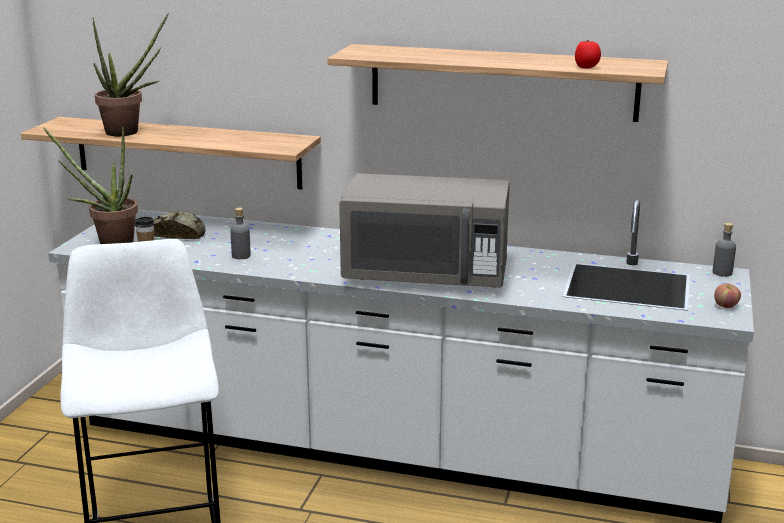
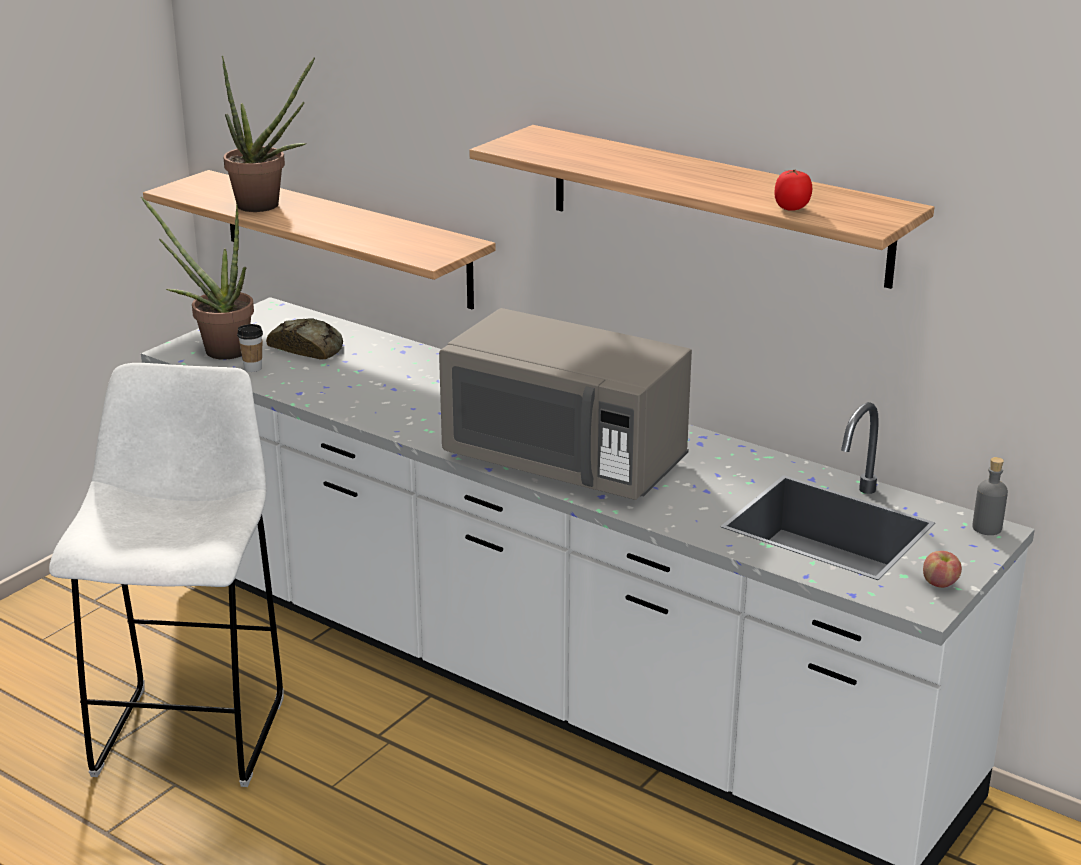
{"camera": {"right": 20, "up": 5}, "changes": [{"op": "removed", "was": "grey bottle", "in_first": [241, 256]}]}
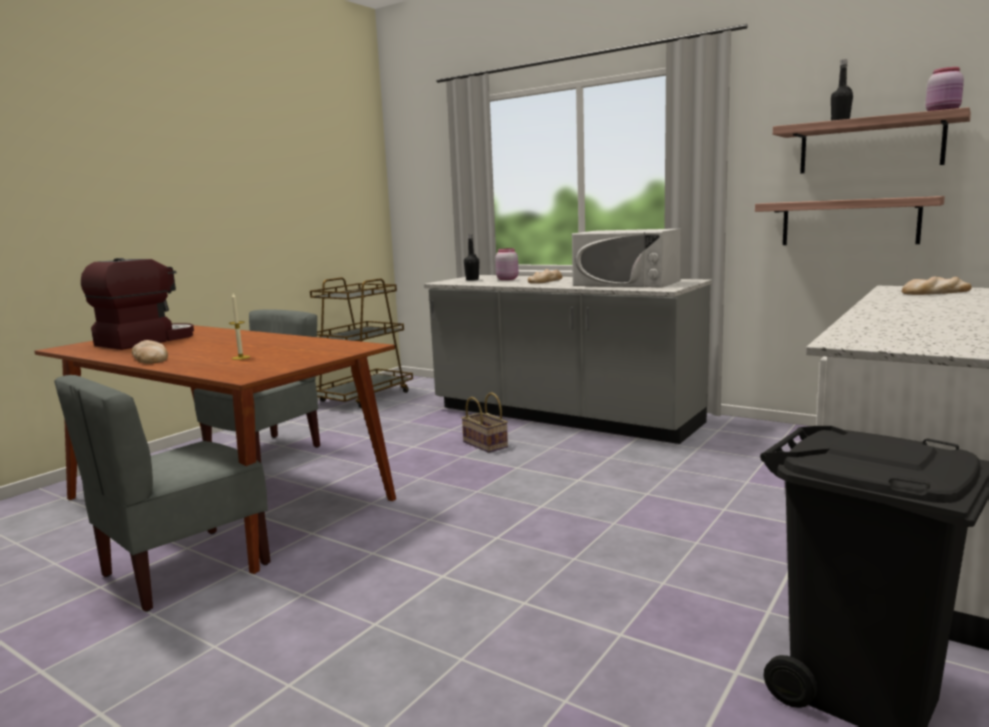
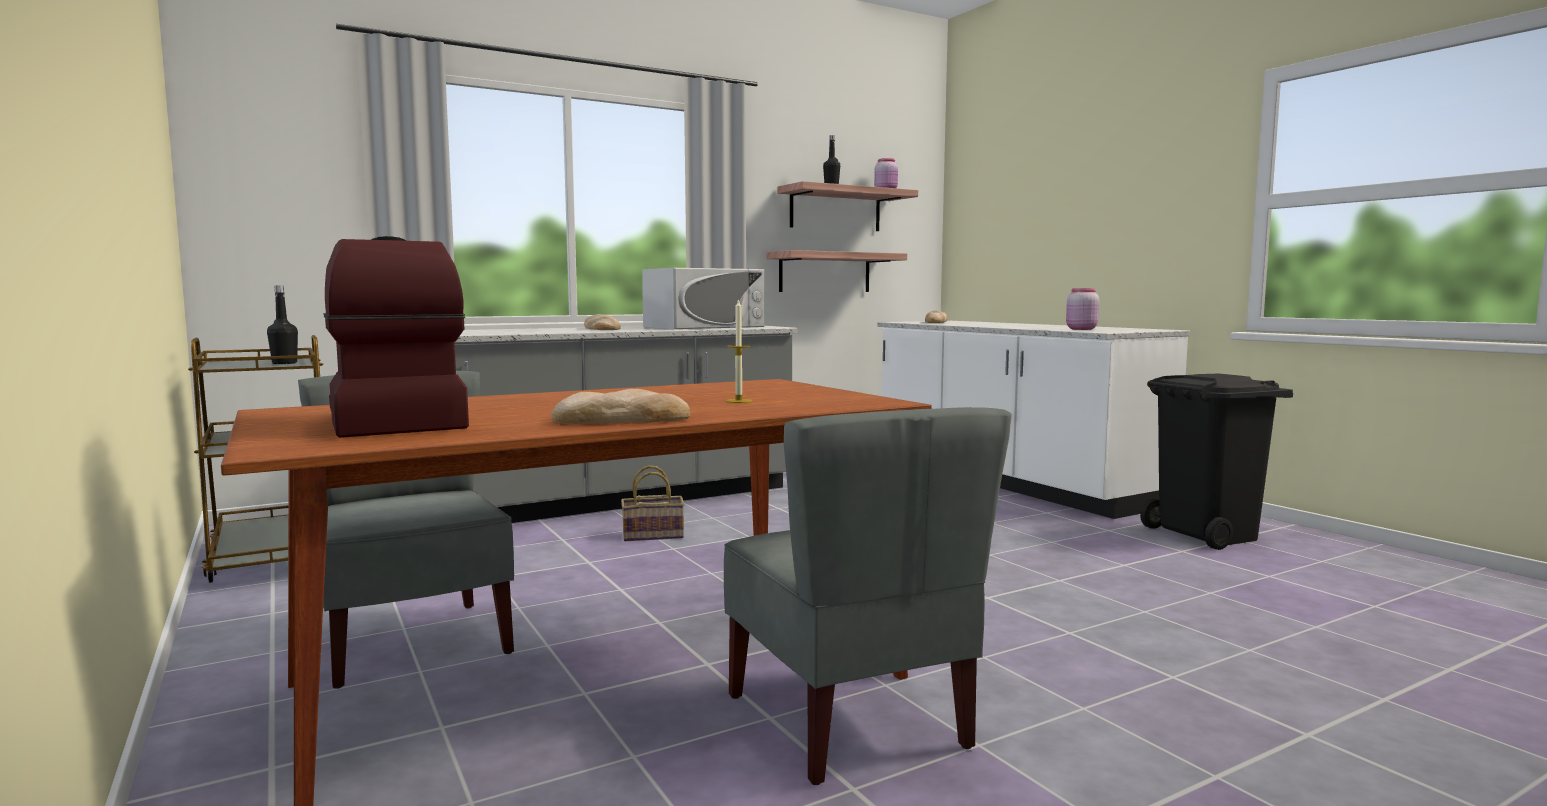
{"camera": {"right": -65, "up": -5}, "changes": [{"op": "moved", "was": "black bottle", "in_first": [472, 280], "in_second": [284, 363]}, {"op": "moved", "was": "pink jar", "in_first": [507, 279], "in_second": [1080, 329]}]}
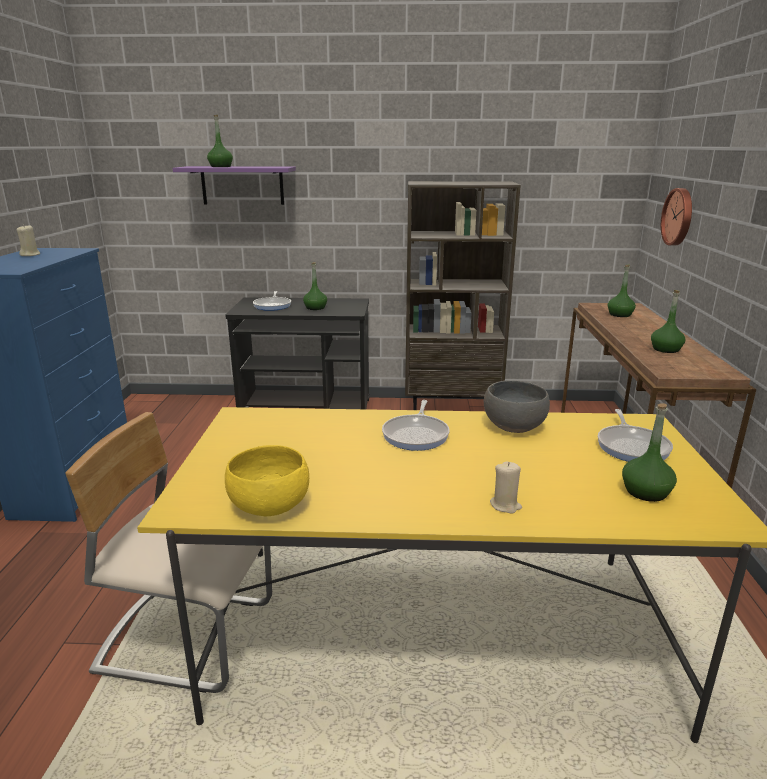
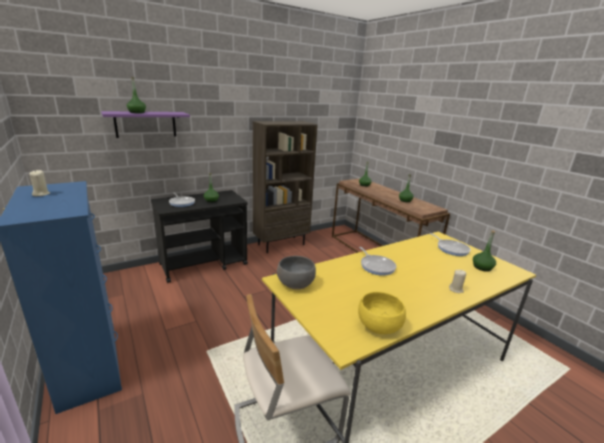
{"camera": {"right": -35, "up": 0}, "changes": [{"op": "removed", "was": "wall clock", "in_first": [679, 217]}, {"op": "moved", "was": "grey bowl", "in_first": [513, 426], "in_second": [295, 284]}]}
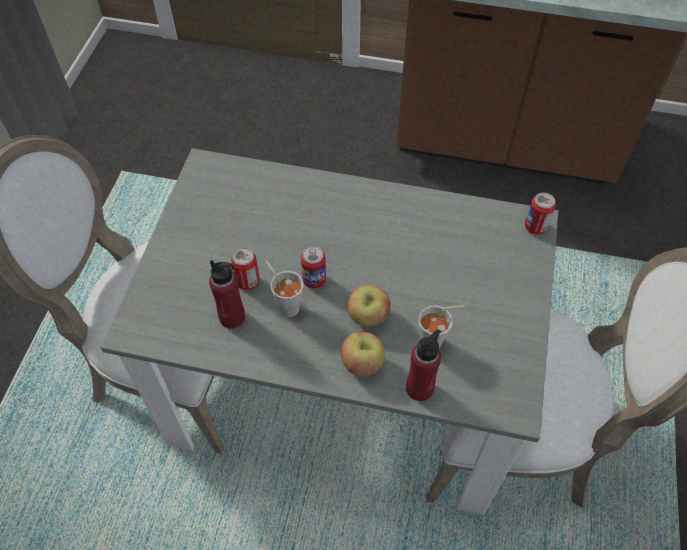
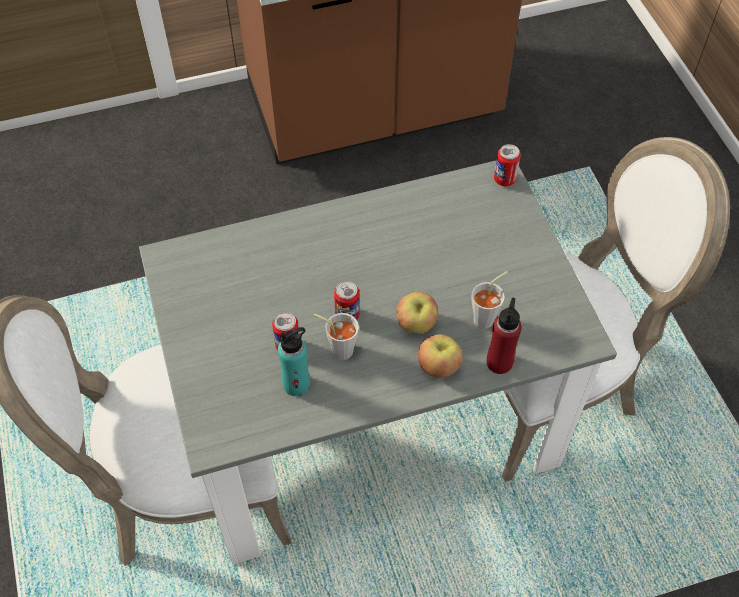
{"camera": {"right": -30, "up": 0}, "changes": [{"op": "recoloured", "was": "red bottle", "now": "turquoise bottle", "in_first": [232, 317], "in_second": [296, 384]}]}
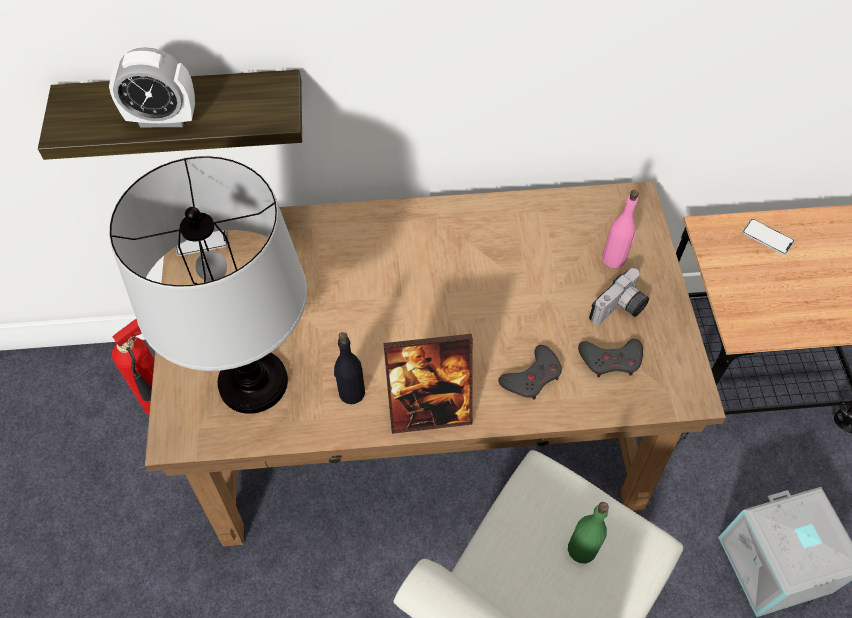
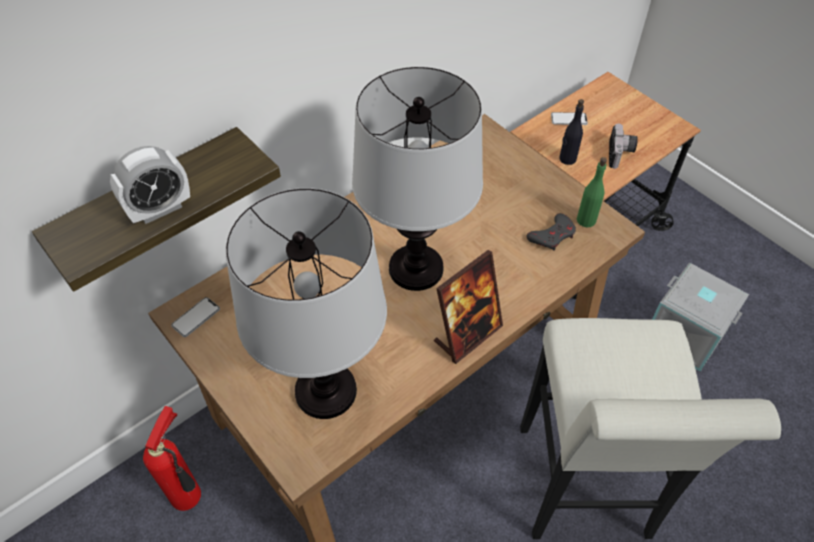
{"camera": {"right": -35, "up": -5}, "changes": [{"op": "removed", "was": "grey game controller", "in_first": [532, 376]}, {"op": "removed", "was": "pink bottle", "in_first": [614, 259]}, {"op": "added", "now": "table lamp", "in_second": [415, 268]}, {"op": "moved", "was": "black bottle", "in_first": [351, 392], "in_second": [567, 159]}, {"op": "moved", "was": "green bottle", "in_first": [582, 549], "in_second": [586, 220]}, {"op": "moved", "was": "photo camera", "in_first": [619, 310], "in_second": [620, 154]}]}
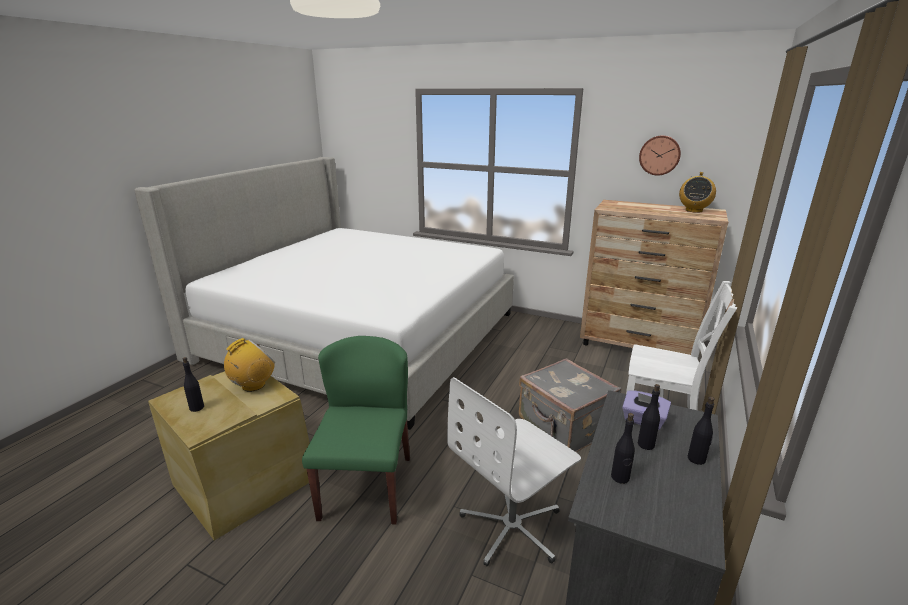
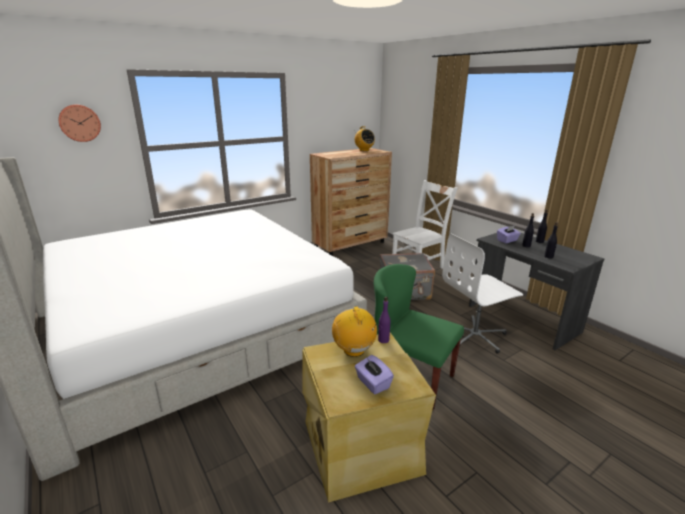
{"camera": {"right": -60, "up": 0}, "changes": [{"op": "added", "now": "purple bottle", "in_second": [383, 340]}, {"op": "moved", "was": "wall clock", "in_first": [659, 155], "in_second": [79, 123]}, {"op": "replaced", "was": "black bottle", "now": "purple tissue box", "in_first": [196, 408], "in_second": [372, 383]}, {"op": "turned", "was": "white office chair", "in_first": [512, 527], "in_second": [475, 336], "clockwise": 75}]}
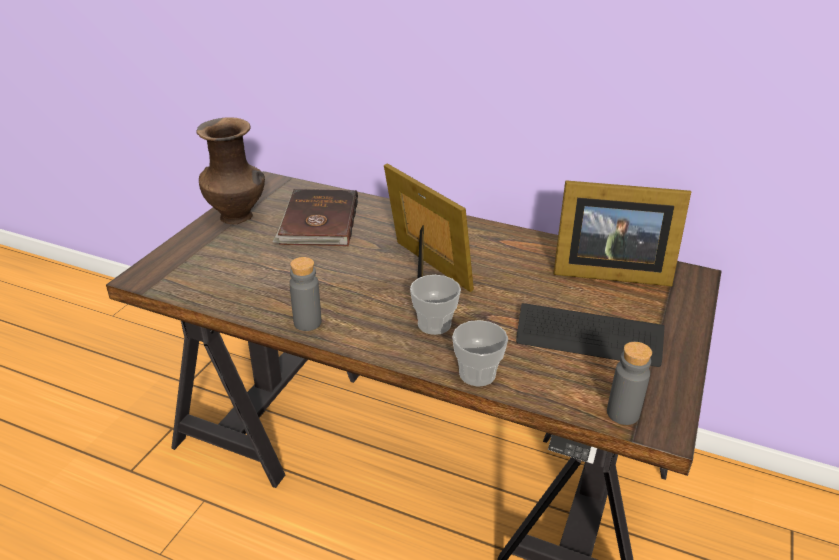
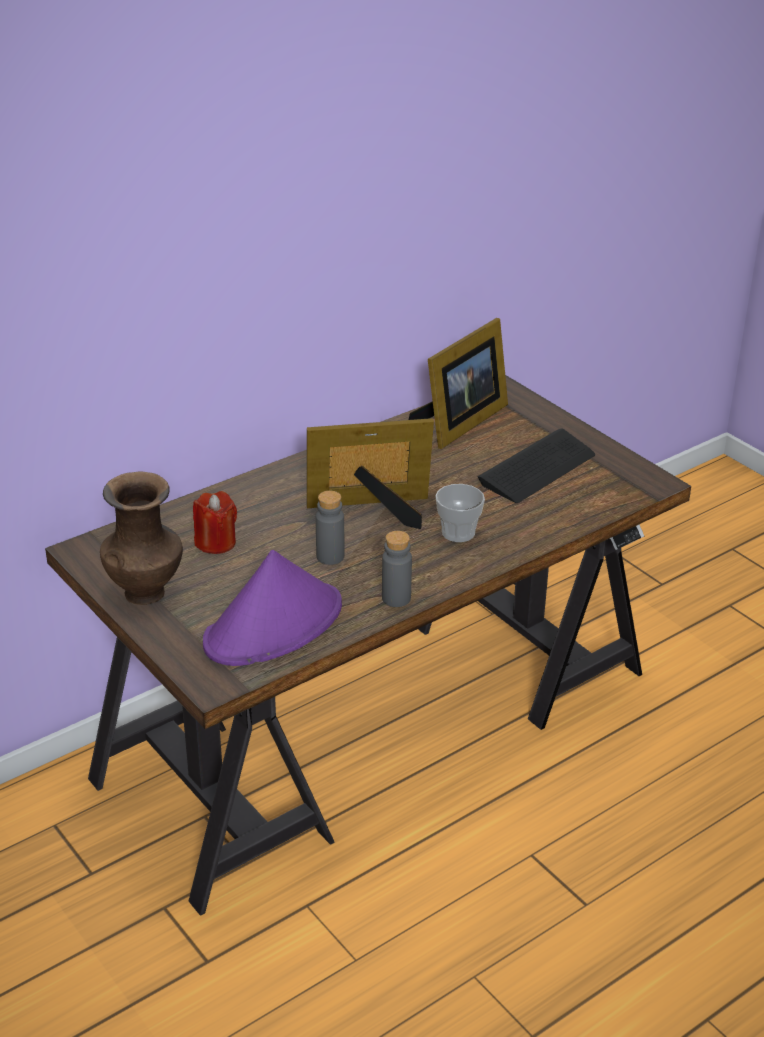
{"camera": {"right": -60, "up": 0}, "changes": [{"op": "removed", "was": "cup", "in_first": [477, 374]}, {"op": "added", "now": "purple hat", "in_second": [274, 625]}, {"op": "moved", "was": "grey bottle", "in_first": [622, 413], "in_second": [330, 556]}, {"op": "replaced", "was": "brown book", "now": "red candle", "in_first": [318, 222], "in_second": [215, 542]}]}
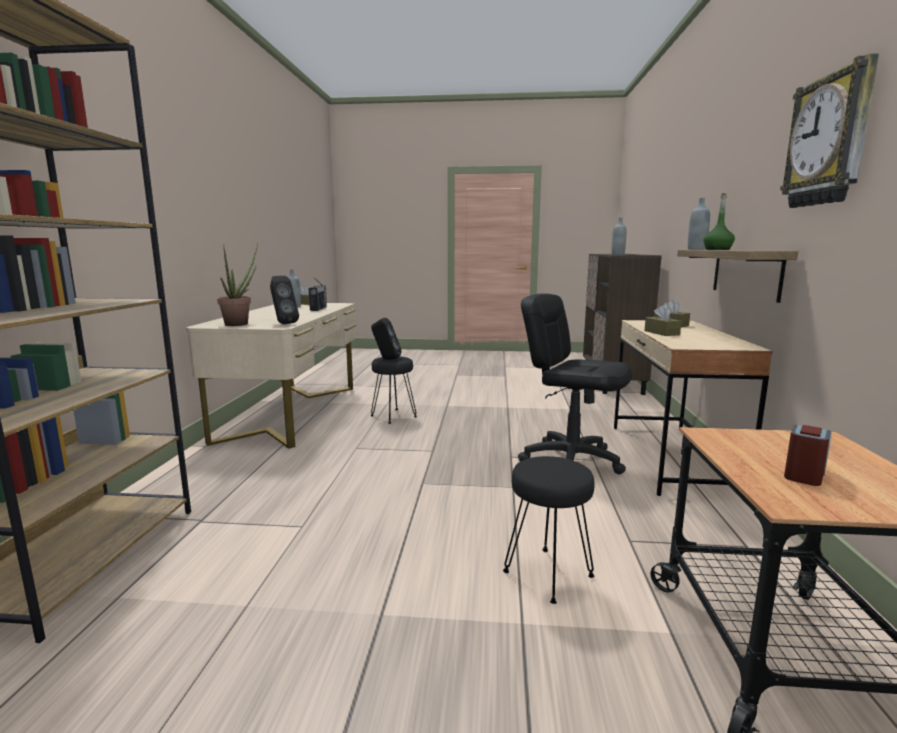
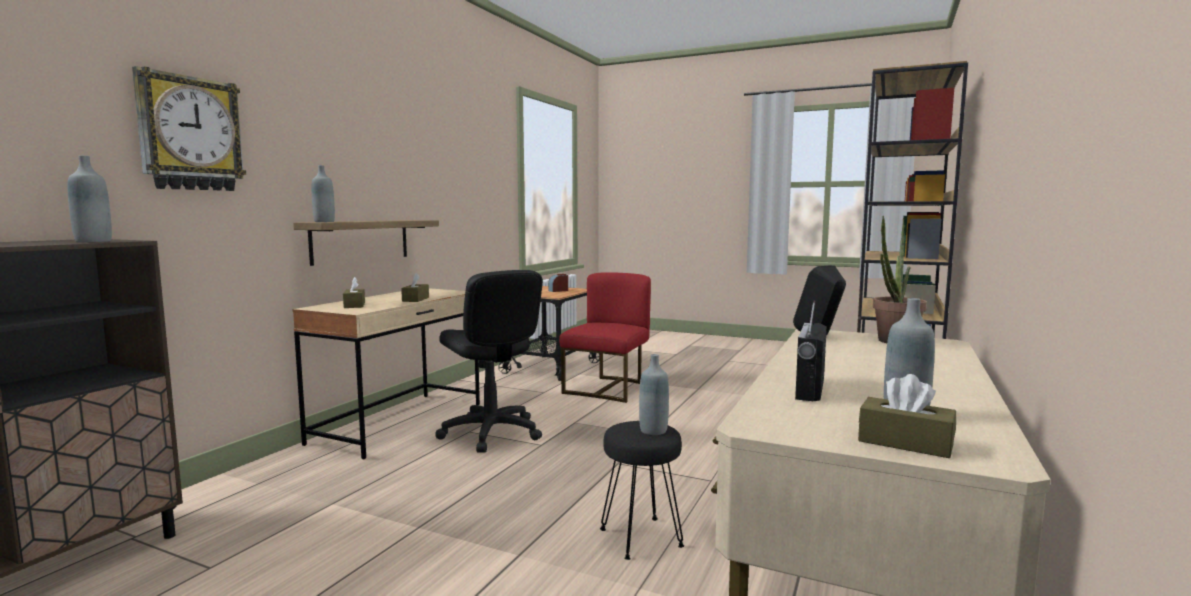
{"camera": {"right": -160, "up": -5}, "changes": [{"op": "removed", "was": "green bottle", "in_first": [717, 249]}, {"op": "moved", "was": "wall clock", "in_first": [829, 140], "in_second": [189, 134]}, {"op": "replaced", "was": "black speaker", "now": "grey bottle", "in_first": [386, 359], "in_second": [653, 431]}, {"op": "replaced", "was": "black stool", "now": "red chair", "in_first": [547, 574], "in_second": [608, 388]}]}
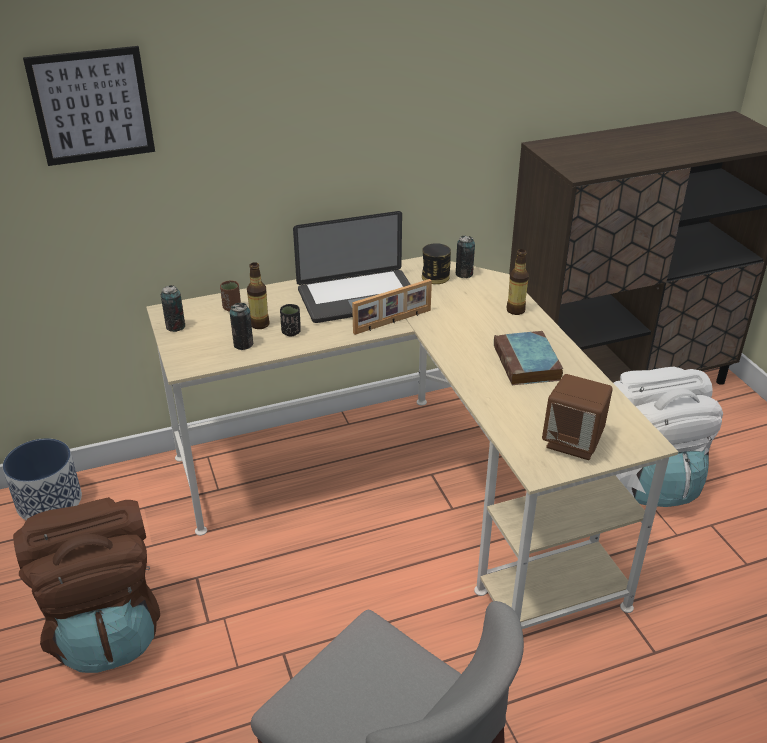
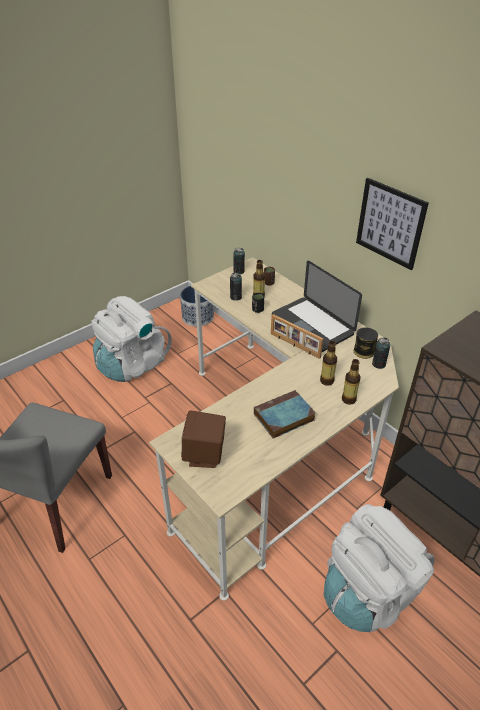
{"camera": {"right": 70, "up": 5}, "changes": [{"op": "added", "now": "bottle", "in_second": [326, 381]}, {"op": "moved", "was": "picture", "in_first": [92, 106], "in_second": [390, 223]}, {"op": "recoloured", "was": "brown backpack", "now": "white backpack", "in_first": [105, 625], "in_second": [132, 364]}]}
